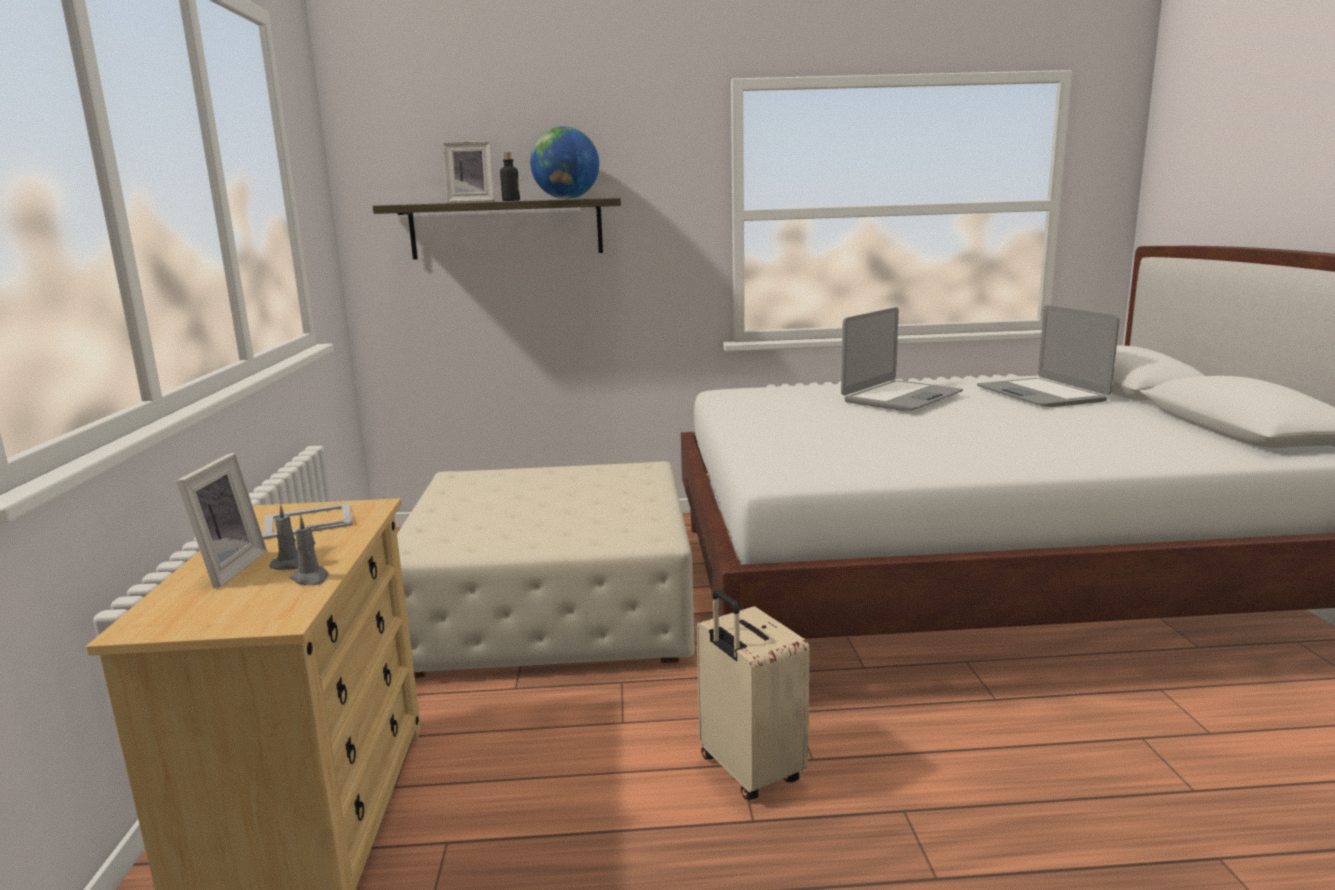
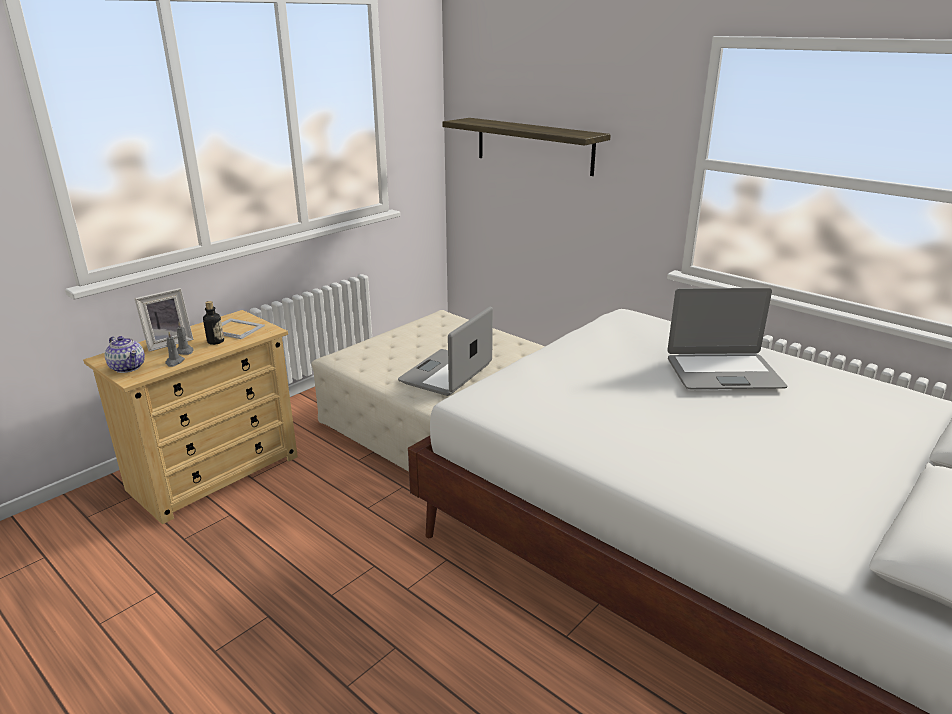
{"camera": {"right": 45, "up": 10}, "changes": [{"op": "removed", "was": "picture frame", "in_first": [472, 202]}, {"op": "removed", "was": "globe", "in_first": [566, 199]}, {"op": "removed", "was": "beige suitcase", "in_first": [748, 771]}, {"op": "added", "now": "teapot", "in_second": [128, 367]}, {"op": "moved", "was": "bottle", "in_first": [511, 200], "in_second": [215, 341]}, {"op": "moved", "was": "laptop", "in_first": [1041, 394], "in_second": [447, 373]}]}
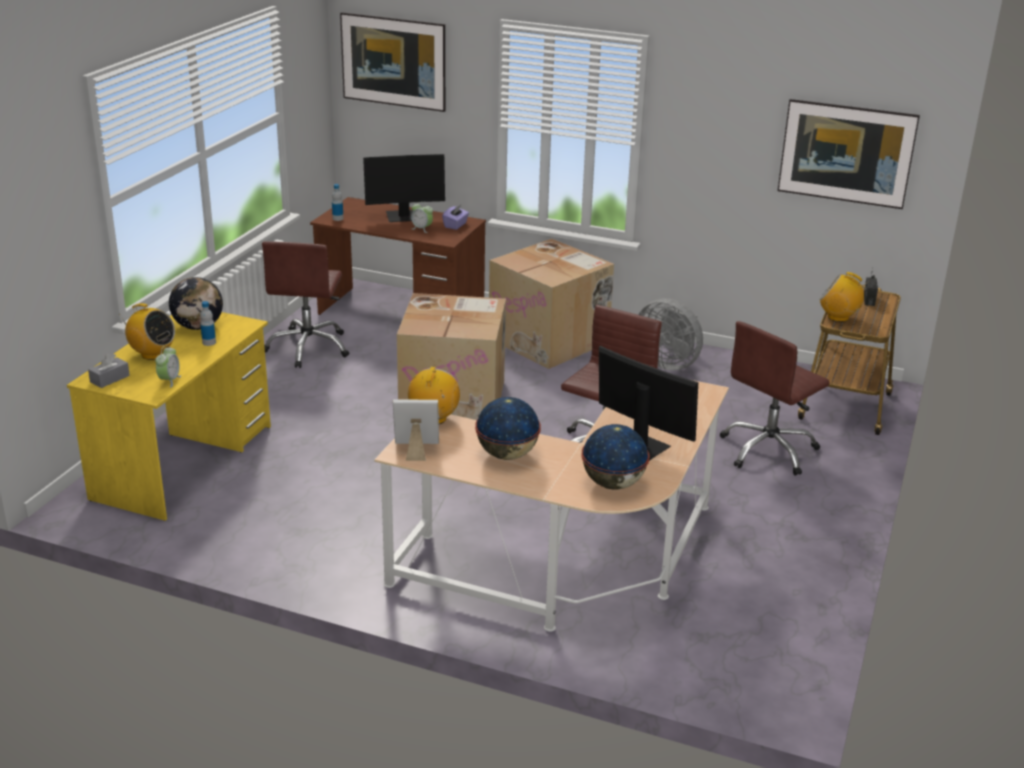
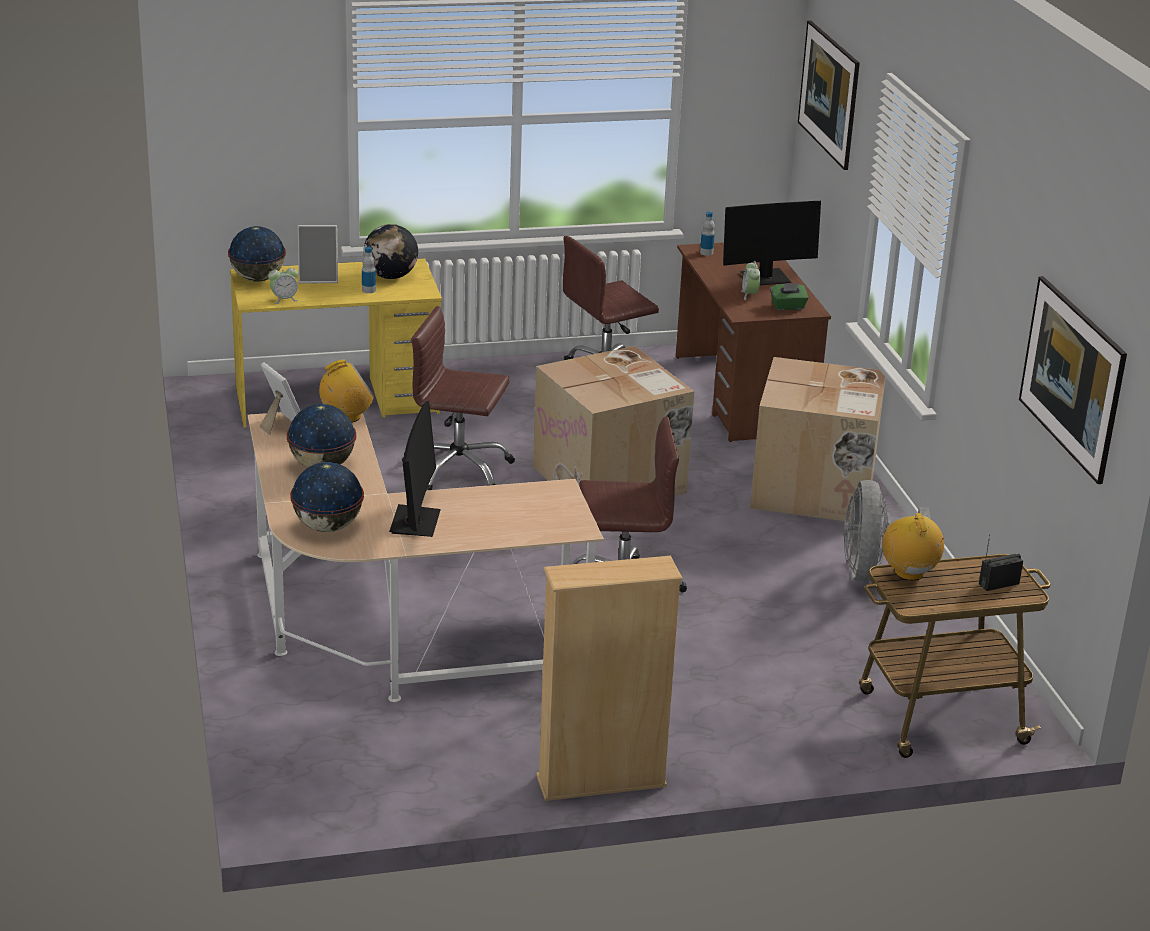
{"camera": {"right": 55, "up": 0}, "changes": [{"op": "added", "now": "beige bookcase", "in_second": [601, 782]}, {"op": "moved", "was": "brown office chair", "in_first": [768, 450], "in_second": [458, 470]}, {"op": "replaced", "was": "grey tissue box", "now": "globe", "in_first": [110, 379], "in_second": [258, 279]}, {"op": "replaced", "was": "radio", "now": "picture frame", "in_first": [152, 354], "in_second": [318, 278]}, {"op": "recoloured", "was": "purple tissue box", "now": "green tissue box", "in_first": [455, 225], "in_second": [788, 307]}, {"op": "turned", "was": "monitor", "in_first": [404, 217], "in_second": [765, 278], "clockwise": -60}]}
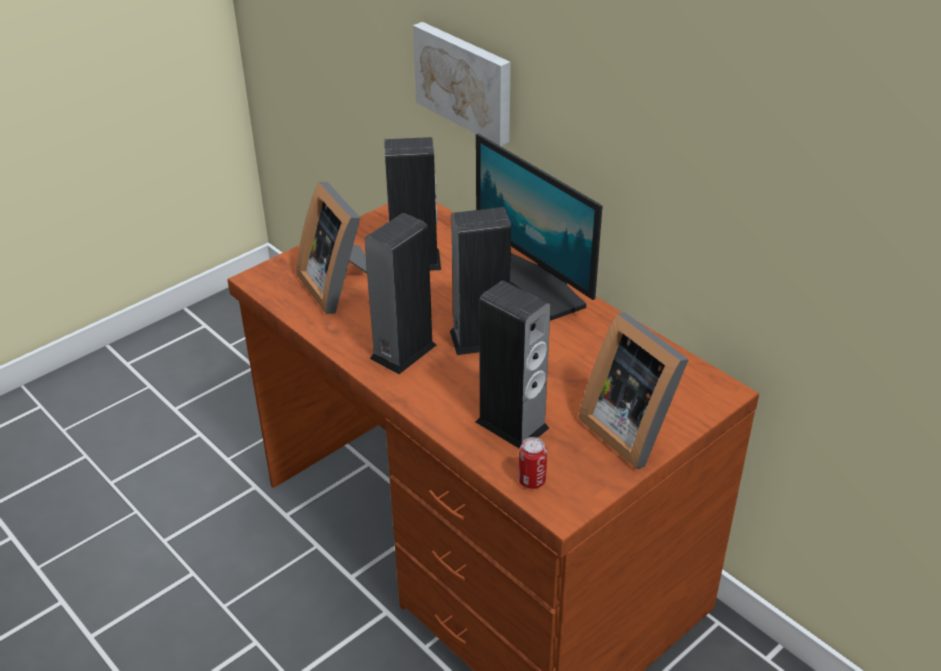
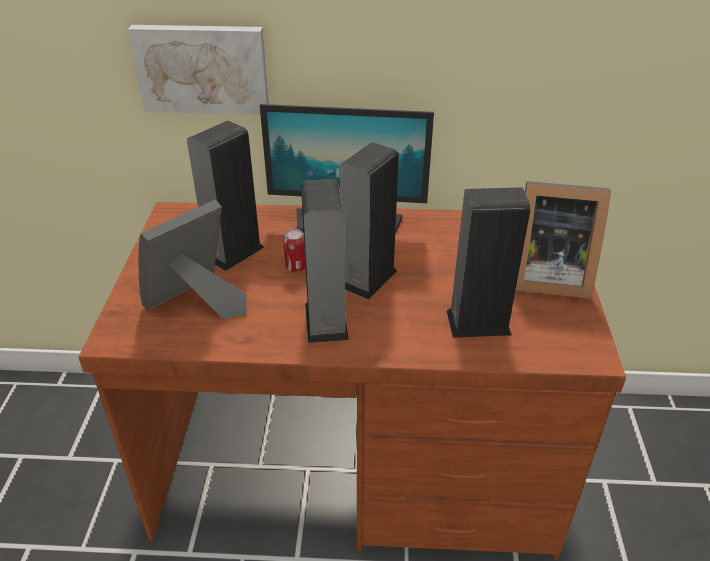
{"camera": {"right": -45, "up": 0}, "changes": [{"op": "moved", "was": "can", "in_first": [531, 480], "in_second": [296, 267]}, {"op": "turned", "was": "picture frame", "in_first": [339, 285], "in_second": [197, 303], "clockwise": 120}]}
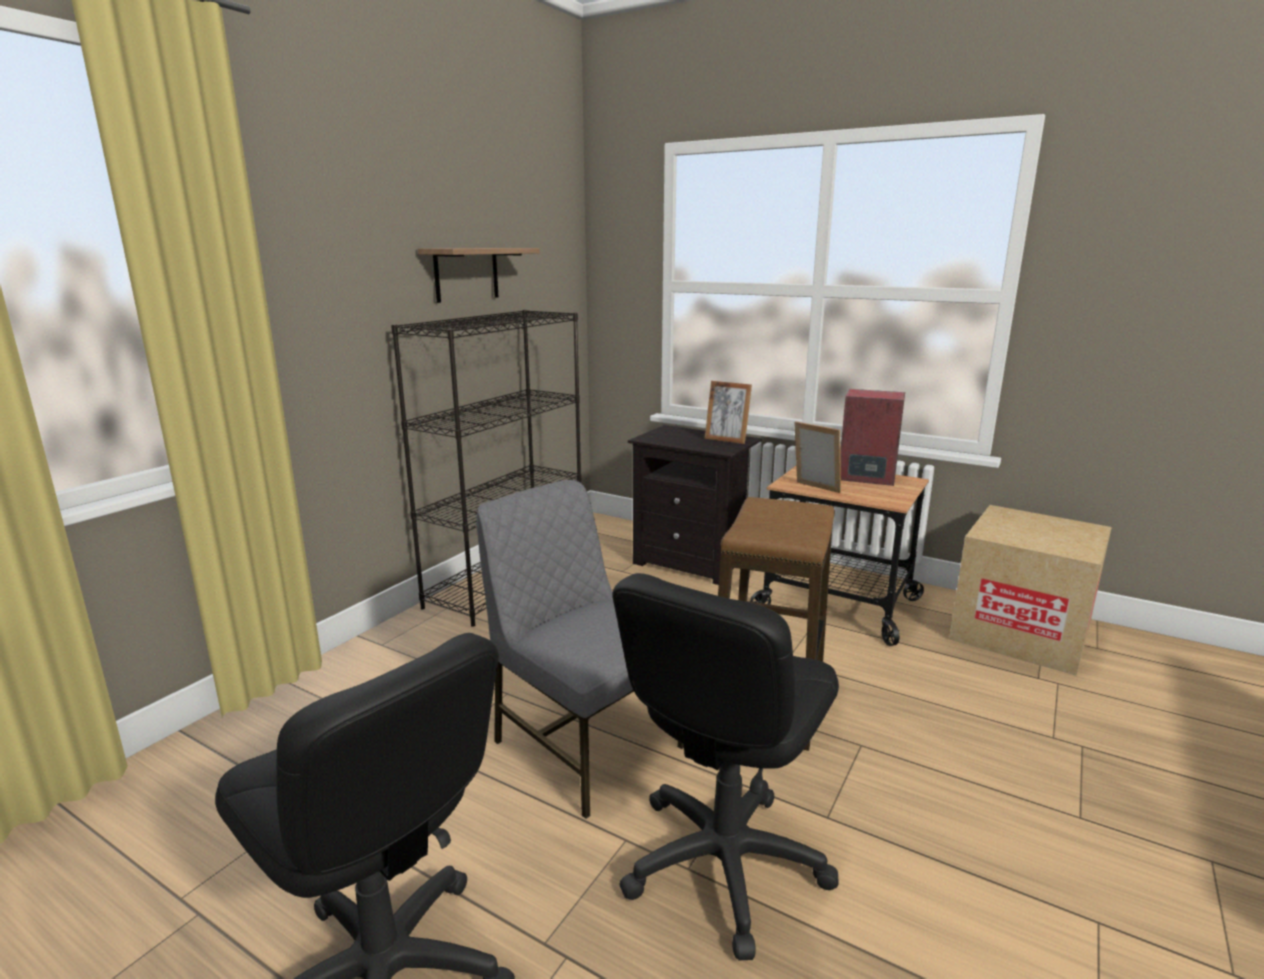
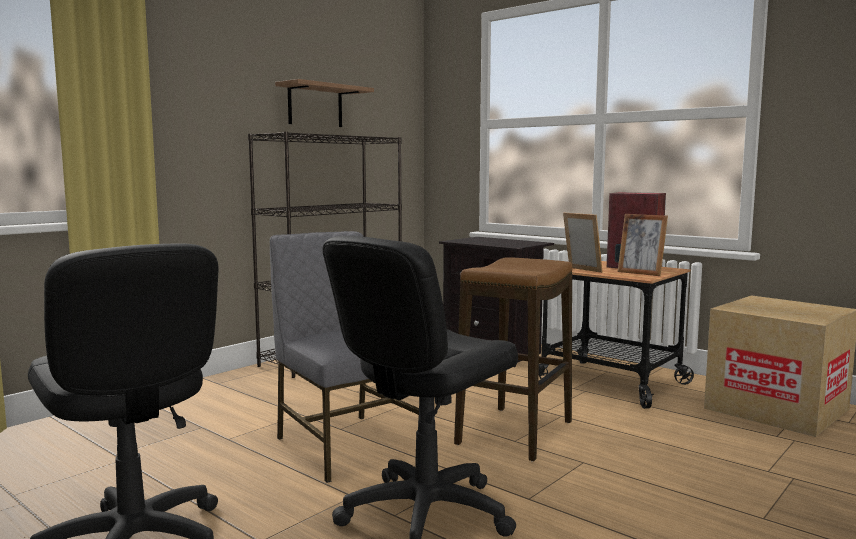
{"camera": {"right": 10, "up": -10}, "changes": [{"op": "moved", "was": "picture frame", "in_first": [726, 440], "in_second": [640, 273]}]}
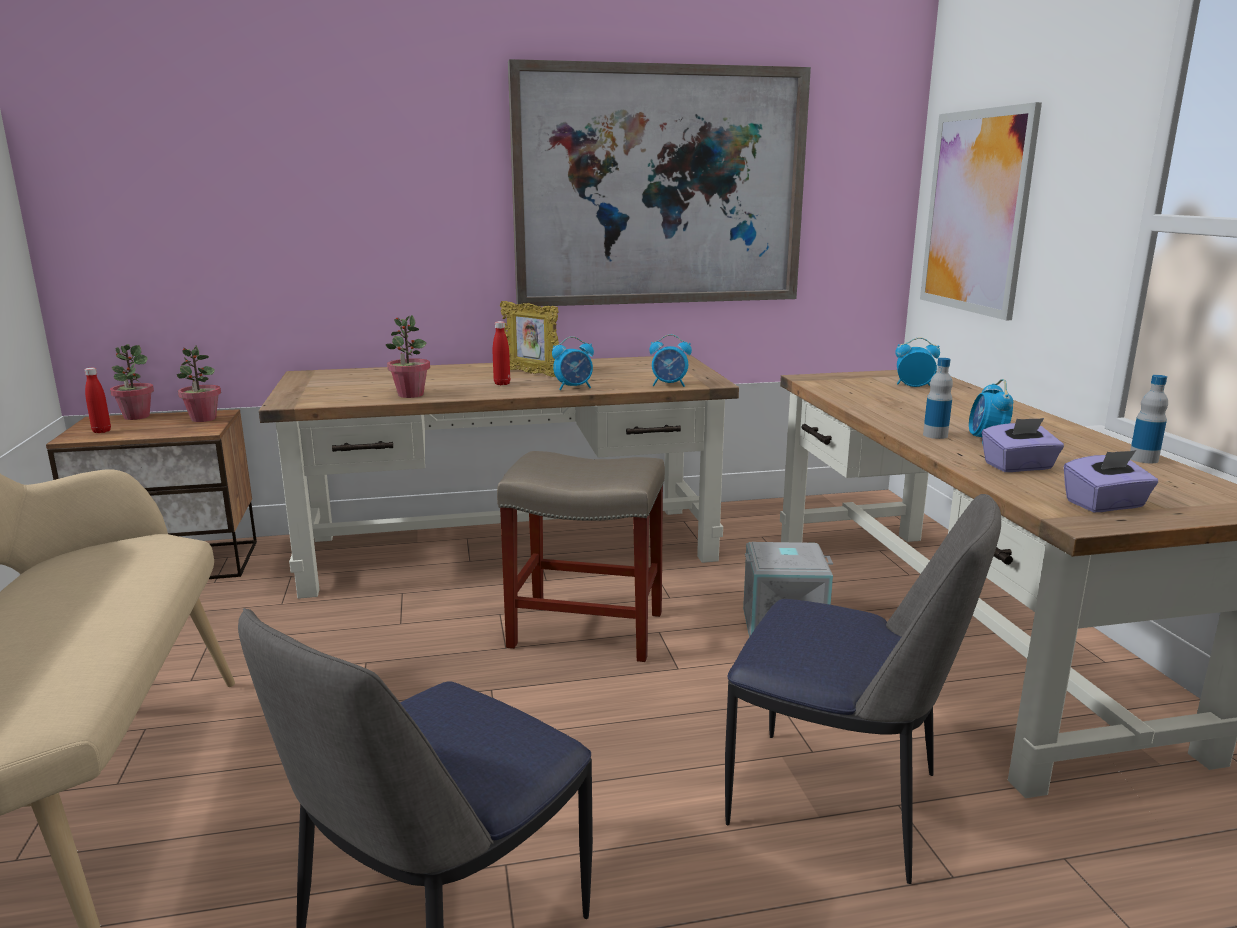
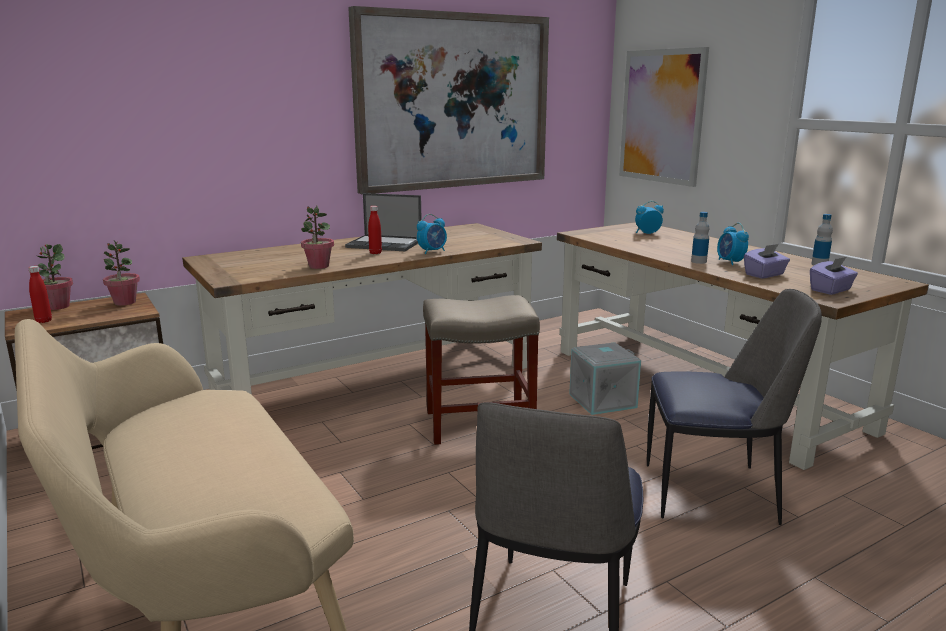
{"camera": {"right": -20, "up": 0}, "changes": [{"op": "removed", "was": "alarm clock", "in_first": [669, 385]}, {"op": "replaced", "was": "picture frame", "now": "laptop", "in_first": [531, 373], "in_second": [385, 244]}]}
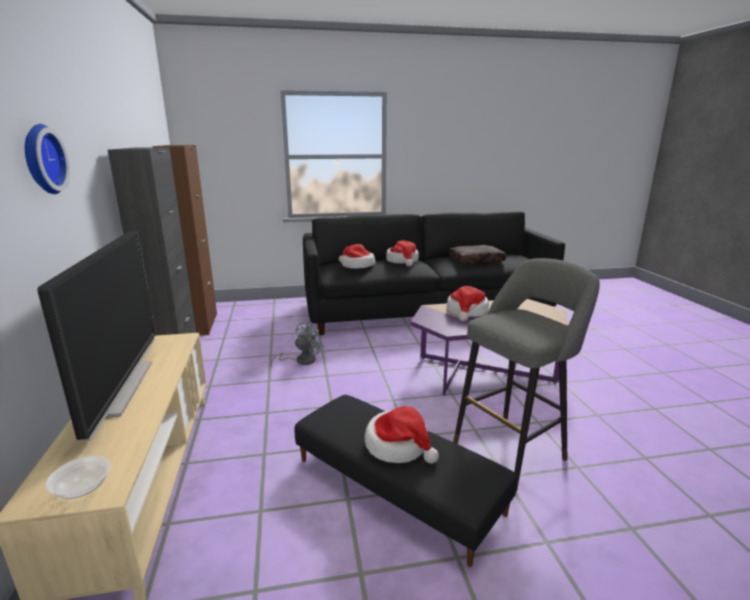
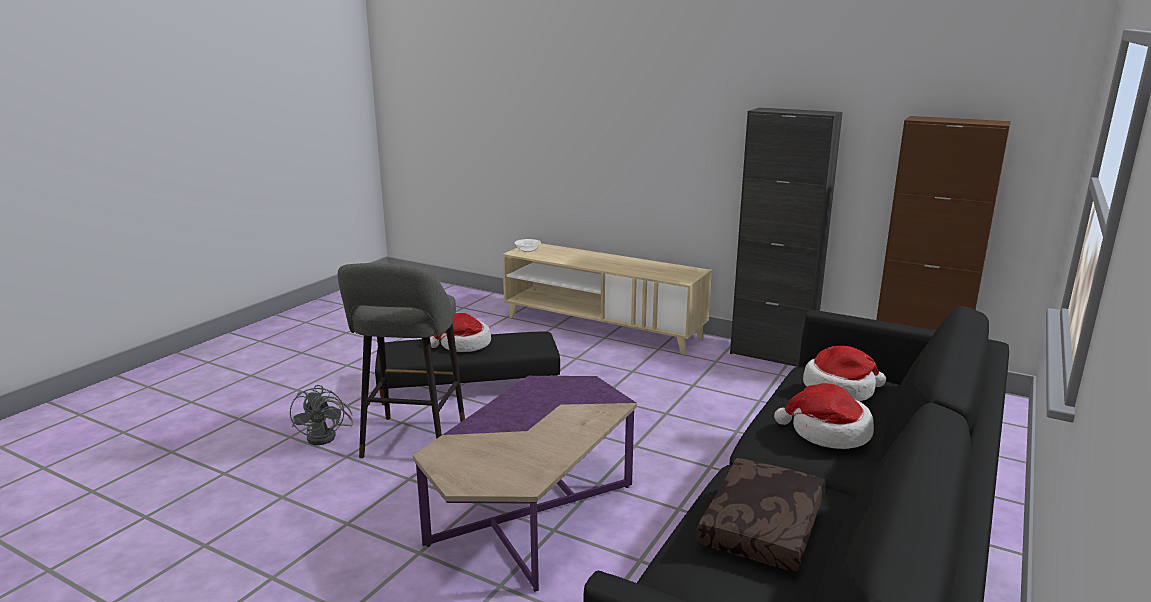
{"camera": {"right": 130, "up": 0}, "changes": [{"op": "removed", "was": "wall clock", "in_first": [40, 159]}, {"op": "removed", "was": "television", "in_first": [120, 388]}, {"op": "removed", "was": "hat", "in_first": [467, 312]}, {"op": "moved", "was": "grey fan", "in_first": [301, 361], "in_second": [327, 436]}]}
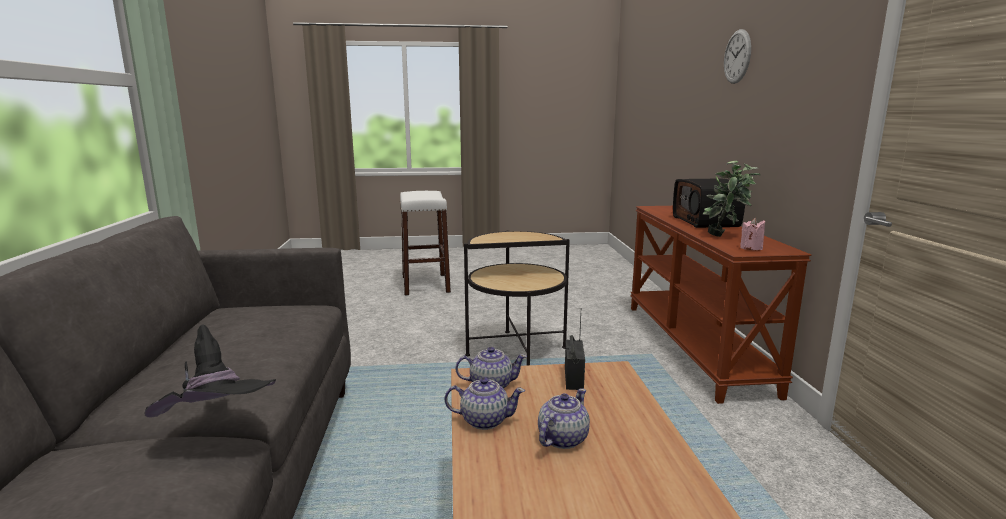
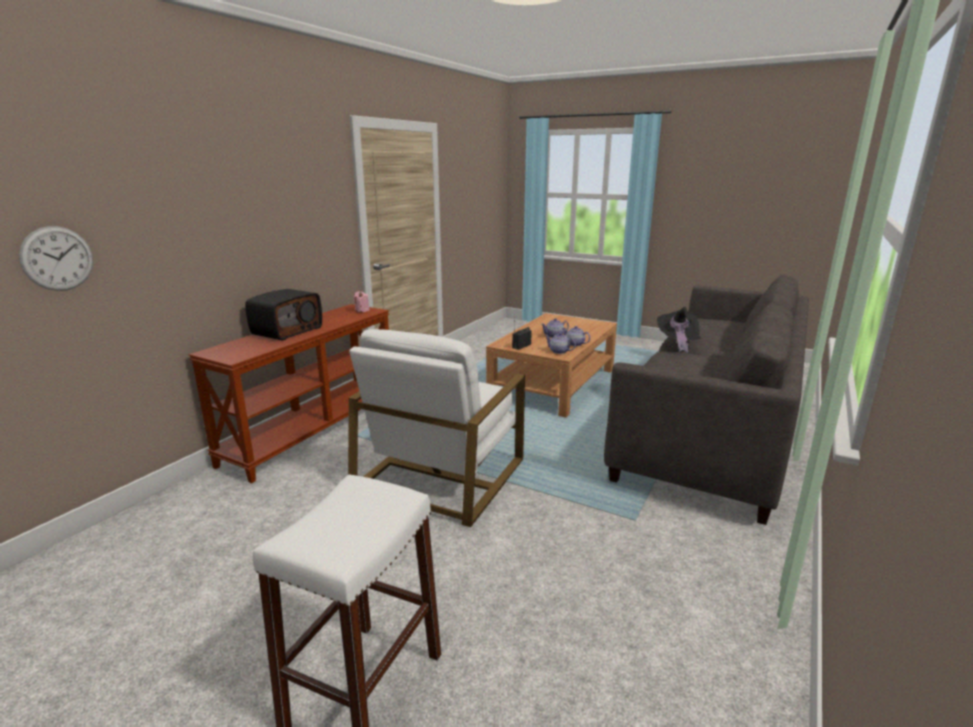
{"camera": {"right": -145, "up": 5}, "changes": [{"op": "removed", "was": "potted plant", "in_first": [725, 237]}, {"op": "moved", "was": "wall clock", "in_first": [737, 56], "in_second": [57, 258]}, {"op": "replaced", "was": "side table", "now": "white armchair", "in_first": [516, 351], "in_second": [439, 473]}]}
